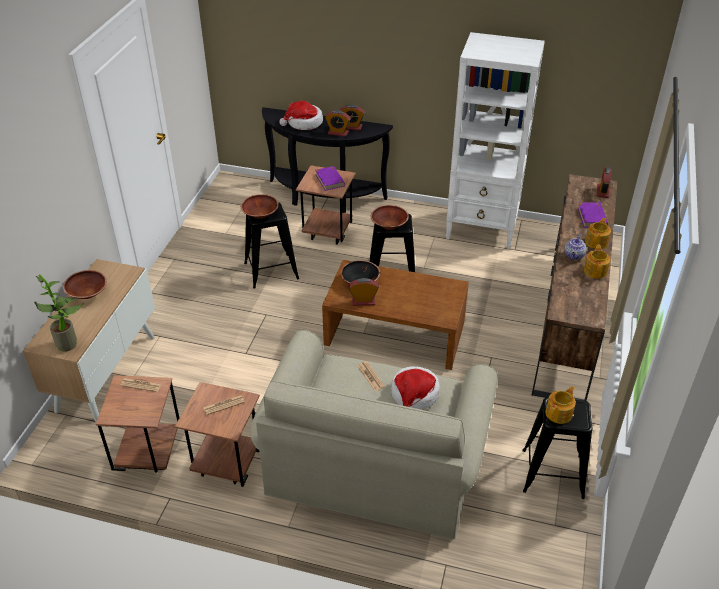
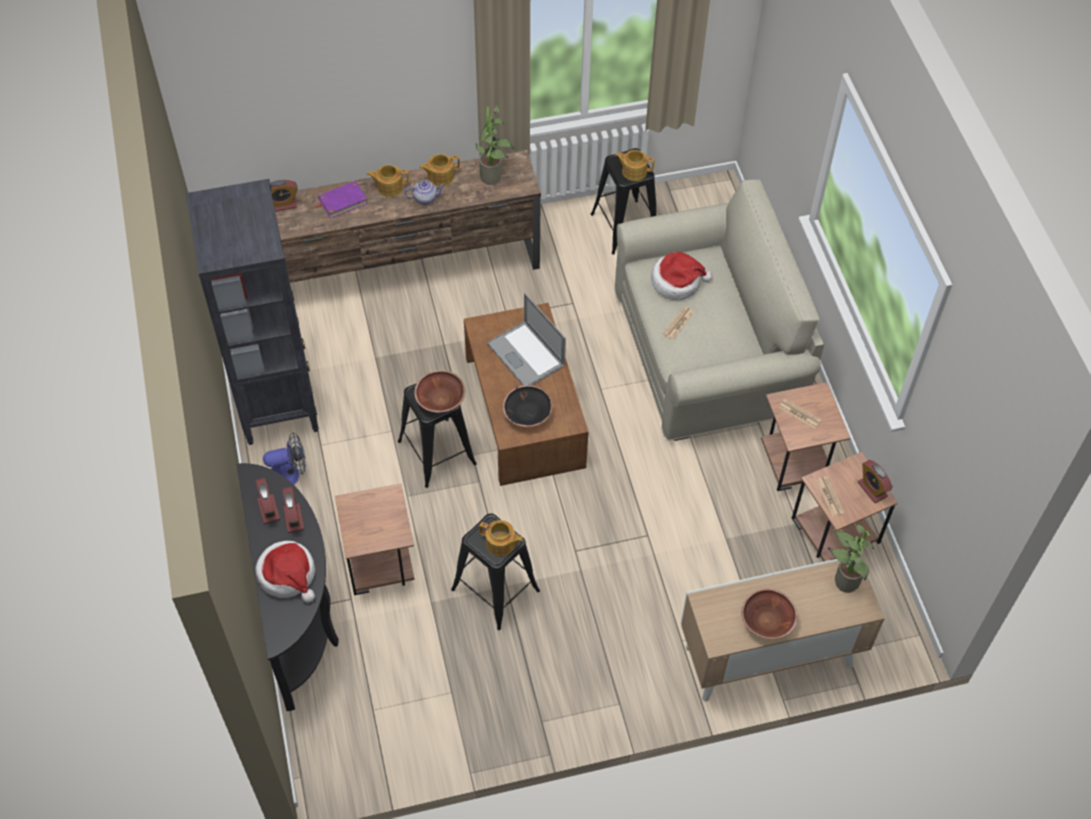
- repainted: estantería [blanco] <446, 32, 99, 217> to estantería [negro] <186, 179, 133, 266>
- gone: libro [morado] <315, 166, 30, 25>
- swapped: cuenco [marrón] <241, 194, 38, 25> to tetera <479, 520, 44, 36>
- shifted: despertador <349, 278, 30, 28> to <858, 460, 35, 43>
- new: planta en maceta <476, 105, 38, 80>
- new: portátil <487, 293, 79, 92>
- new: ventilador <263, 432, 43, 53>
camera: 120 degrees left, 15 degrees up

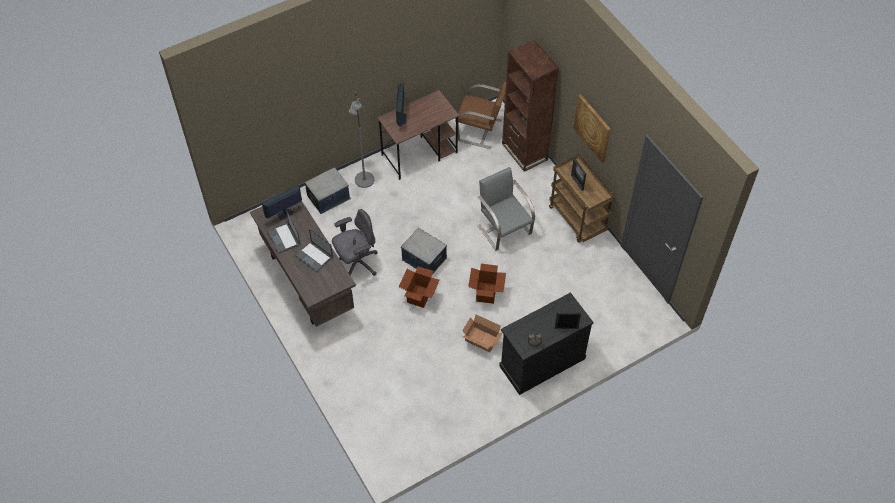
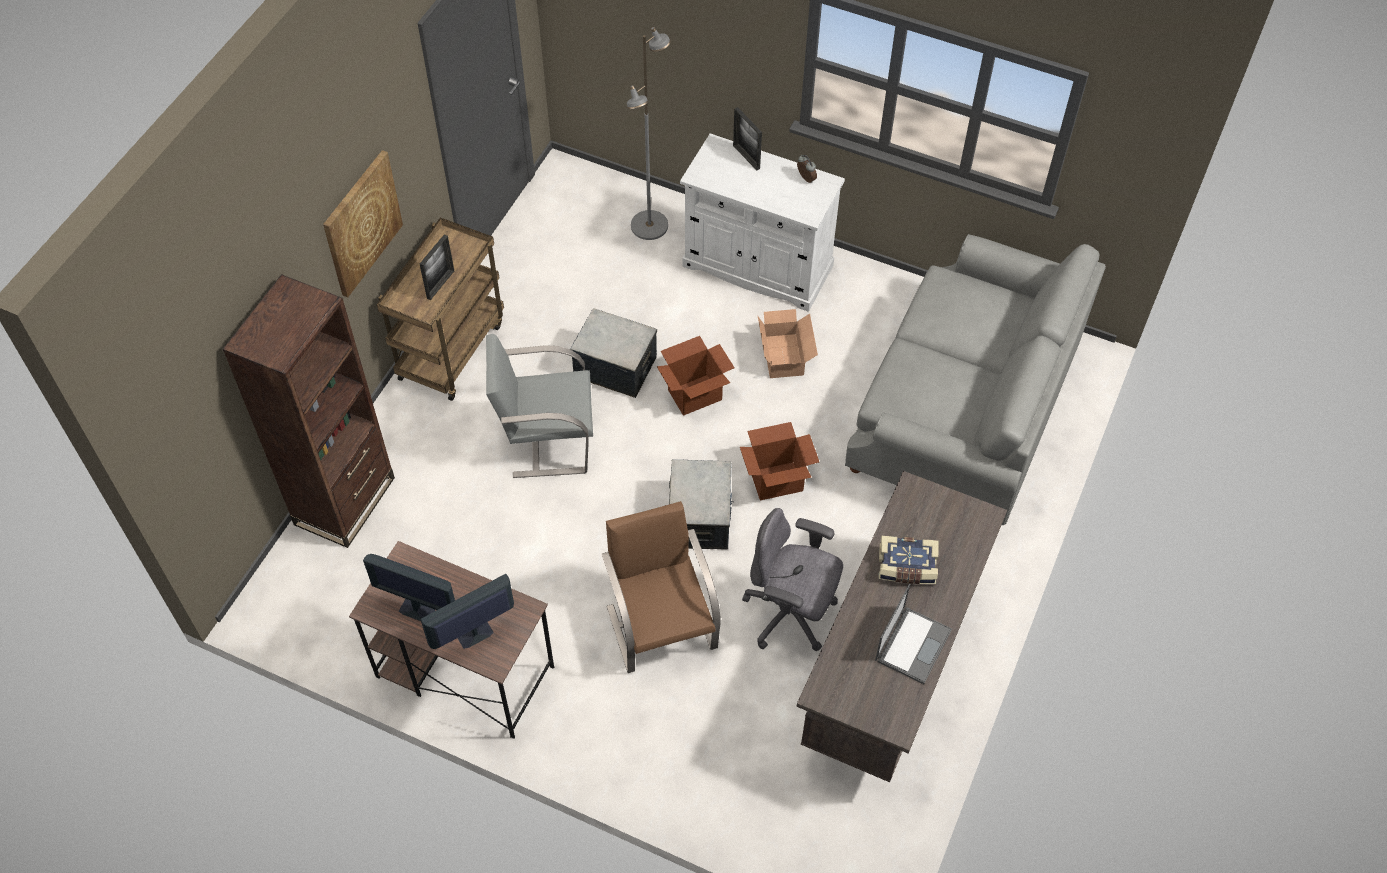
- shifted: silla [marrón] <455, 82, 51, 67> to <601, 501, 120, 172>
- shifted: lámpara de pie [gris] <349, 92, 25, 96> to <627, 27, 44, 213>
- shifted: caja de almacenaje <305, 167, 45, 47> to <570, 308, 87, 90>
- rotated: silla [gris] <477, 167, 58, 84> = <486, 334, 107, 144> 60 degrees clockwise
- shifted: monitor <262, 184, 40, 36> to <363, 554, 92, 67>
- swapped: portátil <295, 229, 38, 43> to libro <878, 536, 61, 48>
- repainted: armario [negro] <499, 292, 95, 103> to armario [blanco] <680, 133, 165, 179>
- new: sofá [gris] <845, 234, 261, 291>
camera: 125 degrees left, 0 degrees up

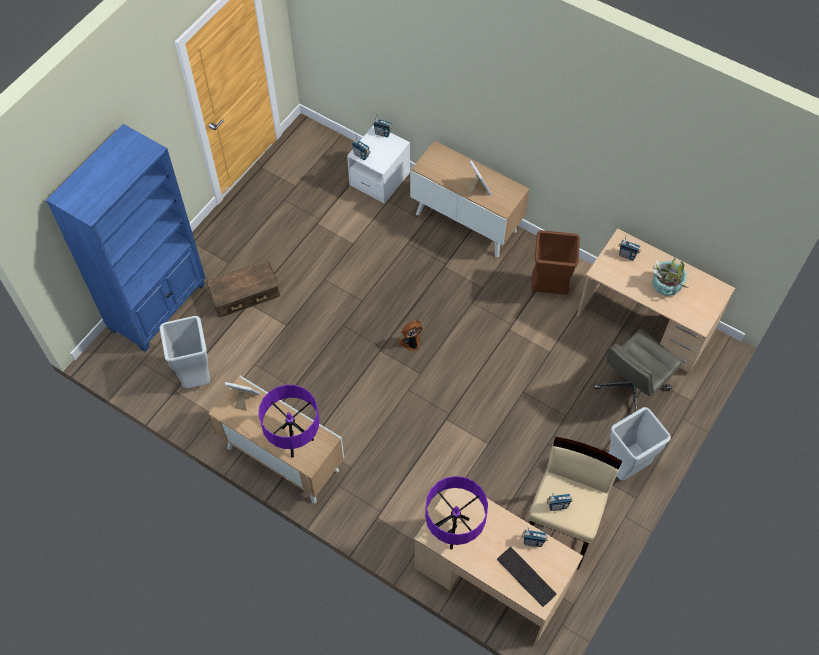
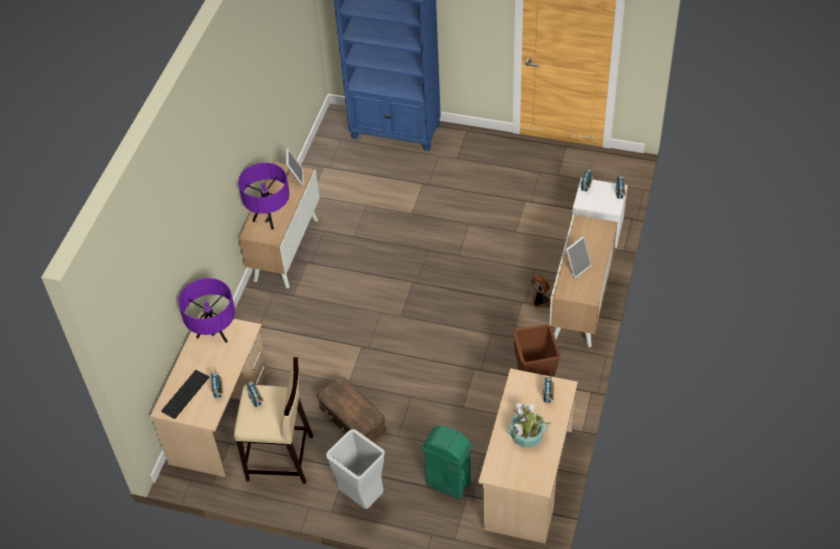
- shifted: caja de almacenaje [marrón] <206, 261, 74, 56> to <317, 377, 69, 64>
- gone: papelera [gris] <160, 316, 50, 73>
- shifted: ventilador <399, 321, 23, 31> to <531, 275, 20, 33>
- swapped: silla de oficina [gris] <594, 329, 88, 83> to papelera [verde] <422, 425, 50, 75>
camera: 75 degrees right, 10 degrees down

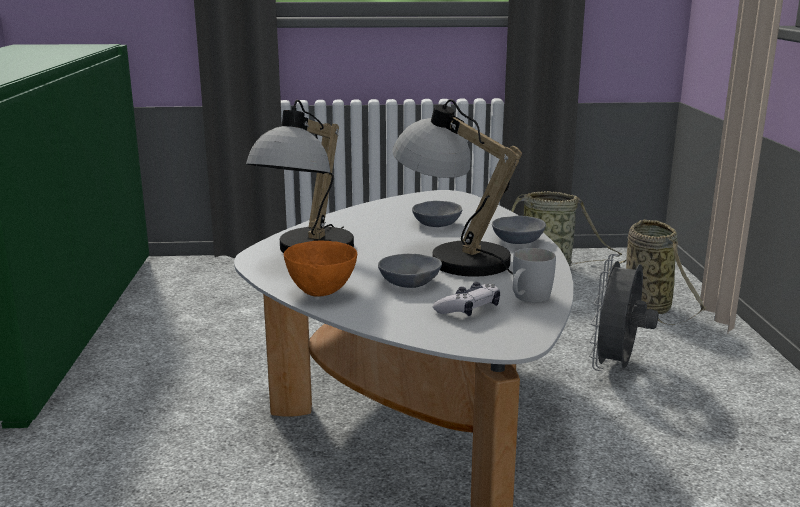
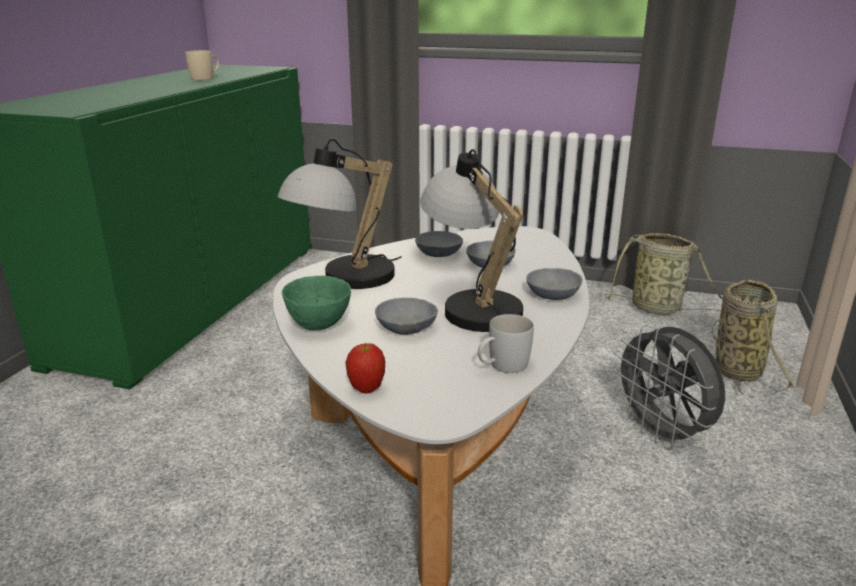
- repainted: cuenco [naranja] <284, 241, 73, 56> to cuenco [verde] <282, 276, 69, 54>
- rotated: ventilador [gris] <589, 254, 69, 117> = <612, 324, 113, 125> 75 degrees counterclockwise
- gone: mando de consola <433, 282, 67, 34>
- new: taza grande [beis] <185, 50, 34, 31>
- new: cuenco [gris] <415, 231, 48, 26>
- new: manzana <345, 343, 40, 50>
camera: 20 degrees right, 5 degrees up

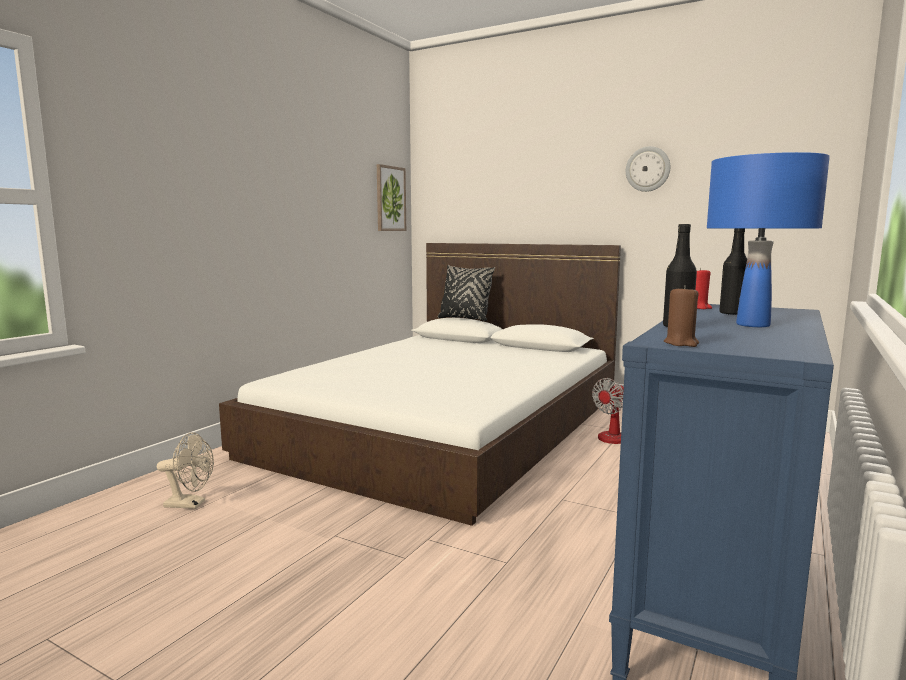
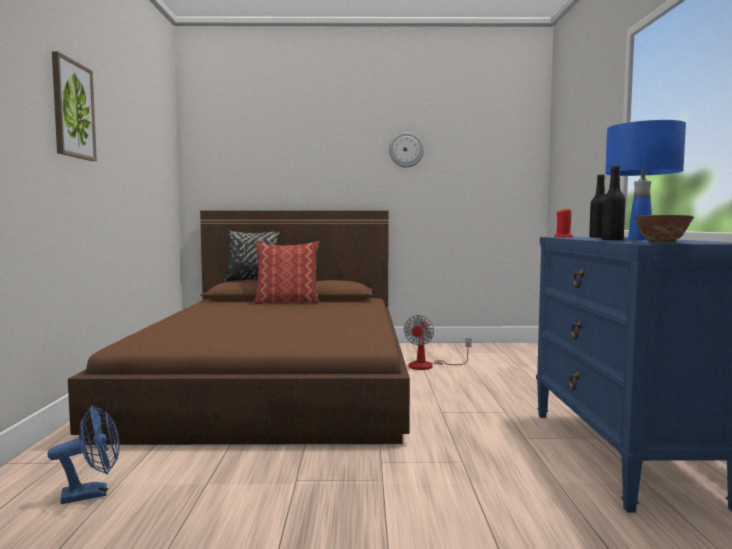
- shifted: cuadro <377, 164, 29, 67> to <52, 51, 45, 110>
- repainted: cama [blanco] <219, 243, 402, 283> to cama [marrón] <68, 210, 342, 235>
- swapped: vela [marrón] <664, 285, 35, 62> to cuenco <634, 215, 60, 28>
- repainted: ventilador [beis] <157, 432, 57, 77> to ventilador [azul] <47, 406, 73, 98>
- new: cojín <253, 241, 67, 64>
camera: 30 degrees left, 5 degrees down

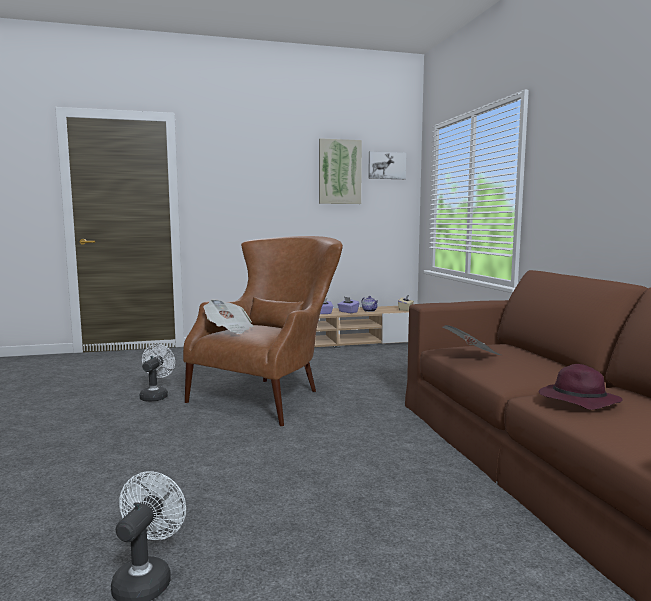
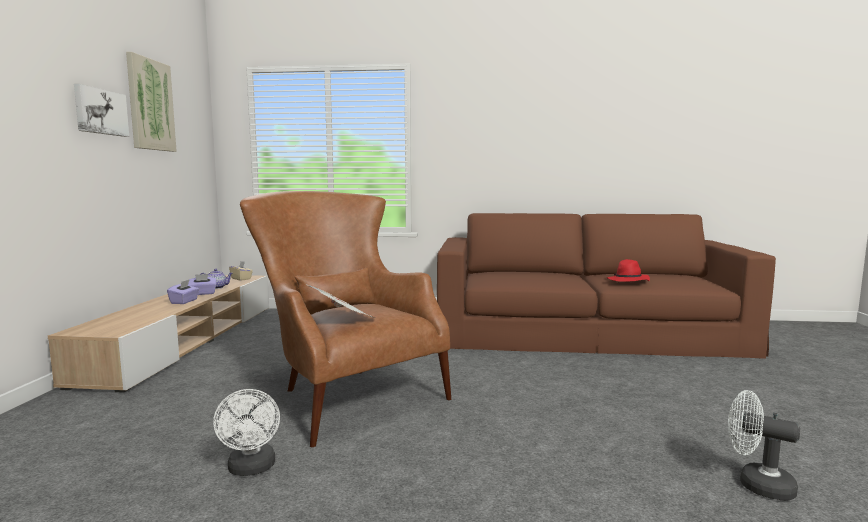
- shifted: cuadro <368, 151, 38, 28> to <74, 84, 55, 53>
- gone: periódico <443, 325, 58, 30>
- rotated: ventilador [blanco] <139, 344, 36, 57> = <213, 389, 67, 87> 135 degrees counterclockwise
- repainted: sombrero [morado] <539, 364, 84, 46> to sombrero [rojo] <607, 259, 43, 23>
camera: 70 degrees left, 0 degrees up

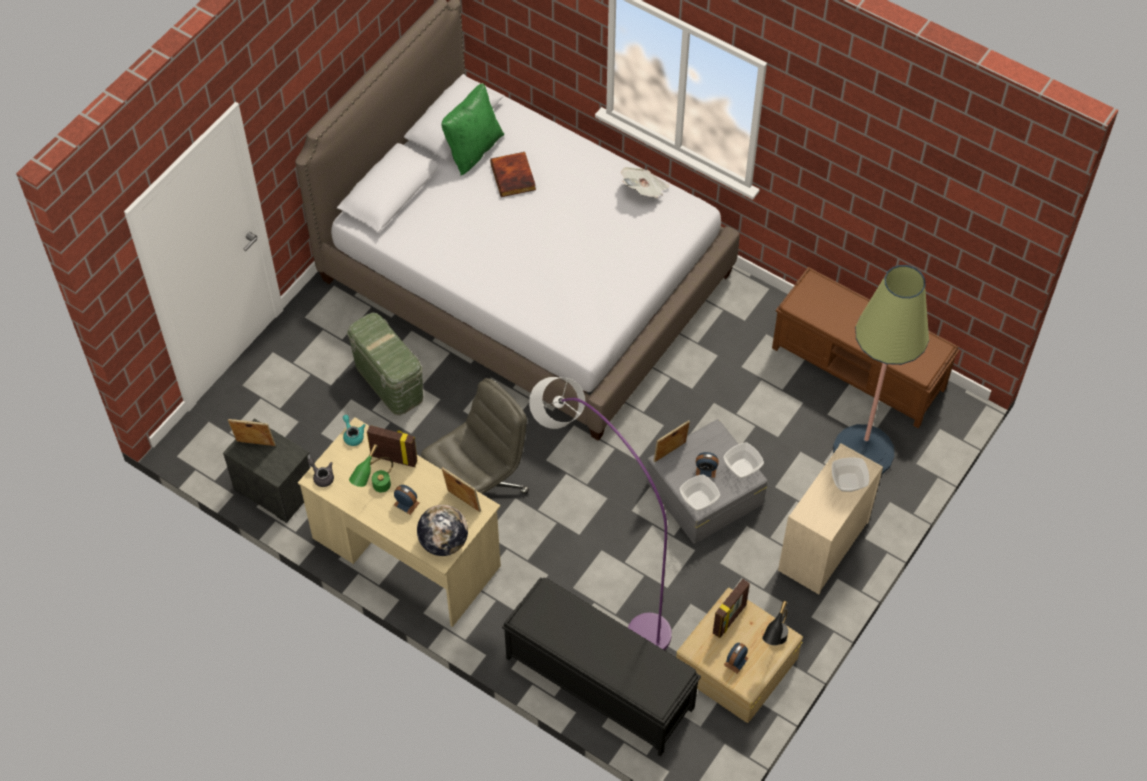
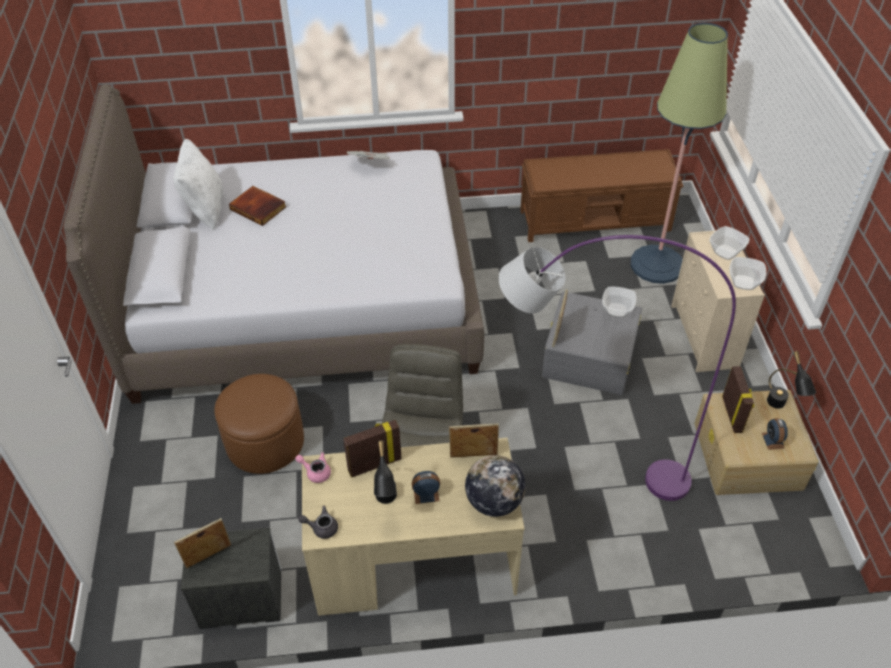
- repainted: cojín [verde] <441, 83, 63, 92> to cojín [blanco] <173, 139, 50, 91>
- swapped: caja de almacenaje [verde] <347, 312, 76, 103> to puf [marrón] <214, 374, 90, 100>
- repainted: tetera [turquesa] <343, 415, 22, 31> to tetera [rosa] <295, 452, 36, 31>
- repainted: lámpara de mesa [verde] <349, 444, 44, 48> to lámpara de mesa [negro] <374, 440, 23, 64>
- gone: despertador <696, 452, 23, 26>
- shifted: cuenco <679, 474, 41, 37> to <730, 257, 36, 33>
- gone: banco [negro] <502, 577, 199, 180>
camera: 40 degrees left, 10 degrees down

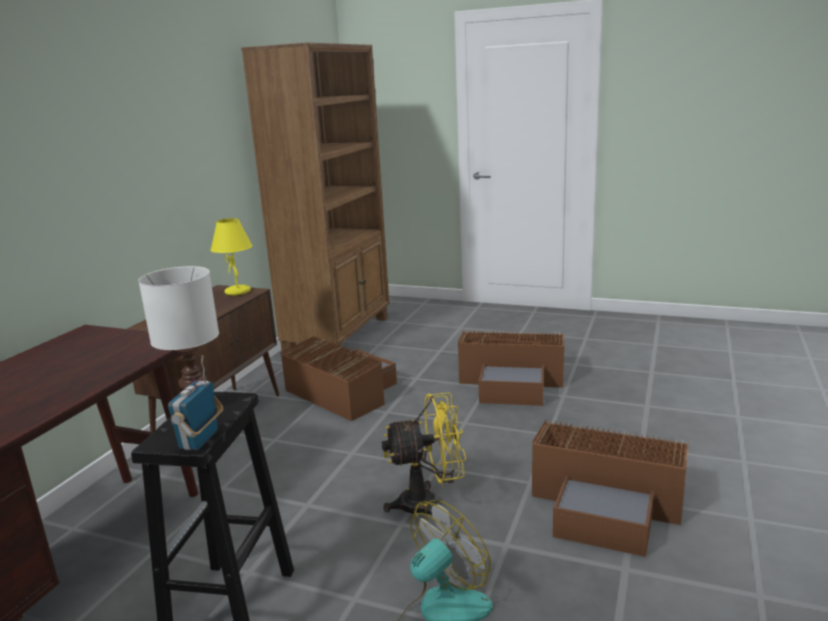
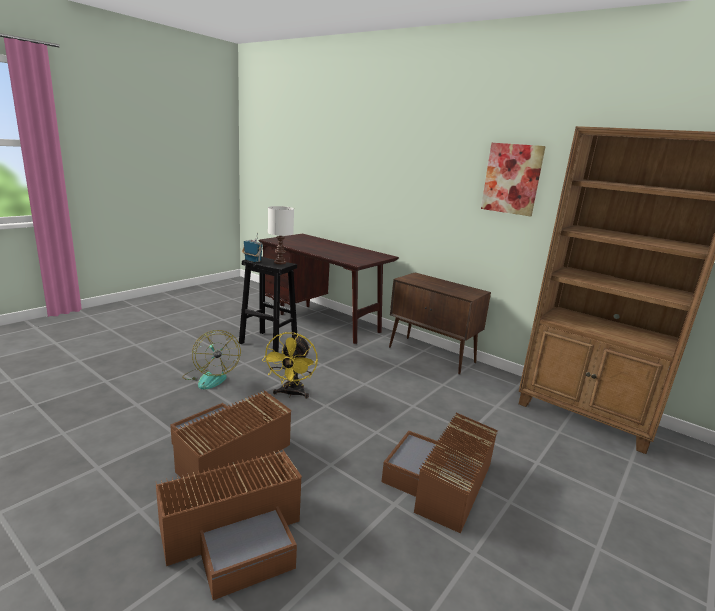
- gone: lámpara de mesa [amarillo] <210, 218, 42, 78>
- shifted: caja de almacenaje [marrón] <280, 336, 117, 85> to <156, 449, 146, 151>
- new: cuadro <481, 143, 65, 73>
camera: 105 degrees right, 0 degrees up

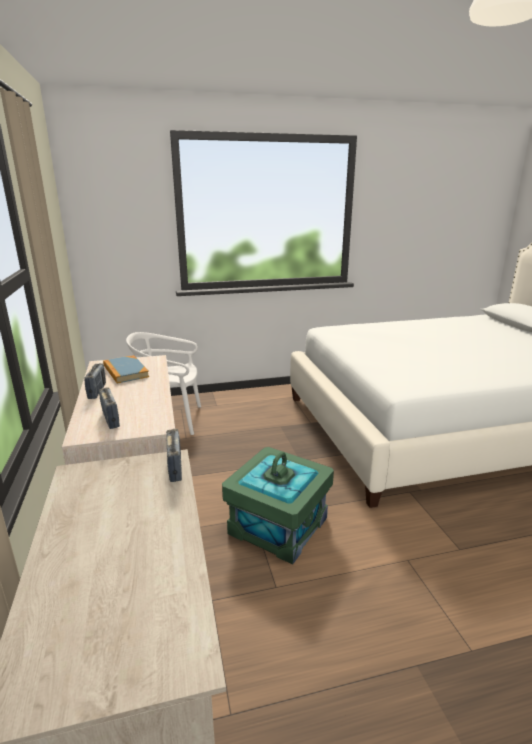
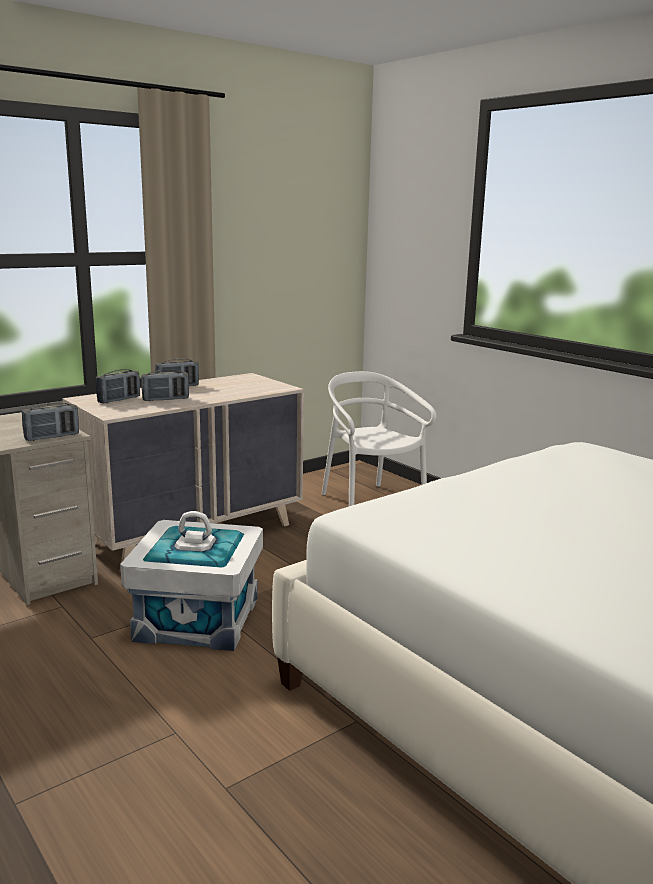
- gone: libro <103, 355, 46, 29>
- repainted: caja de almacenaje [verde] <222, 447, 112, 117> to caja de almacenaje [blanco] <120, 511, 143, 140>
- new: radio <141, 369, 48, 32>
camera: 65 degrees right, 5 degrees down

